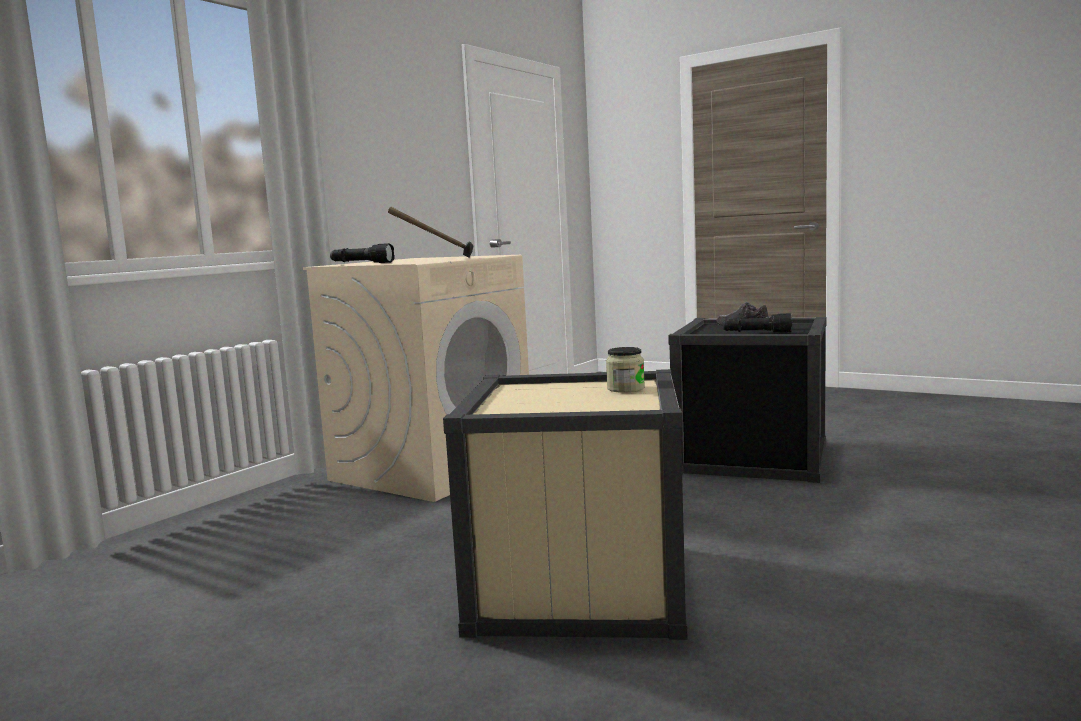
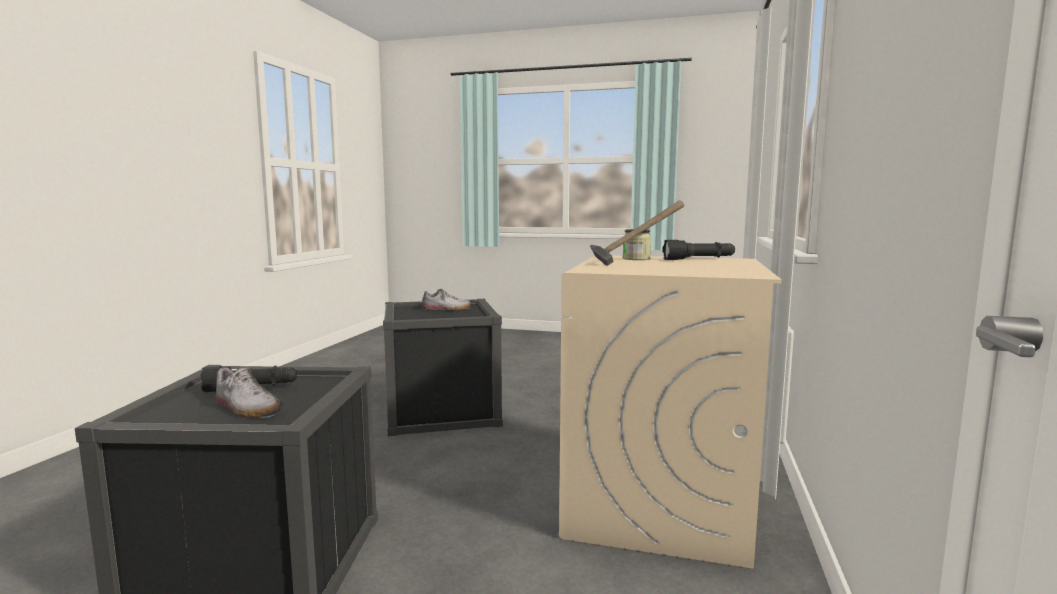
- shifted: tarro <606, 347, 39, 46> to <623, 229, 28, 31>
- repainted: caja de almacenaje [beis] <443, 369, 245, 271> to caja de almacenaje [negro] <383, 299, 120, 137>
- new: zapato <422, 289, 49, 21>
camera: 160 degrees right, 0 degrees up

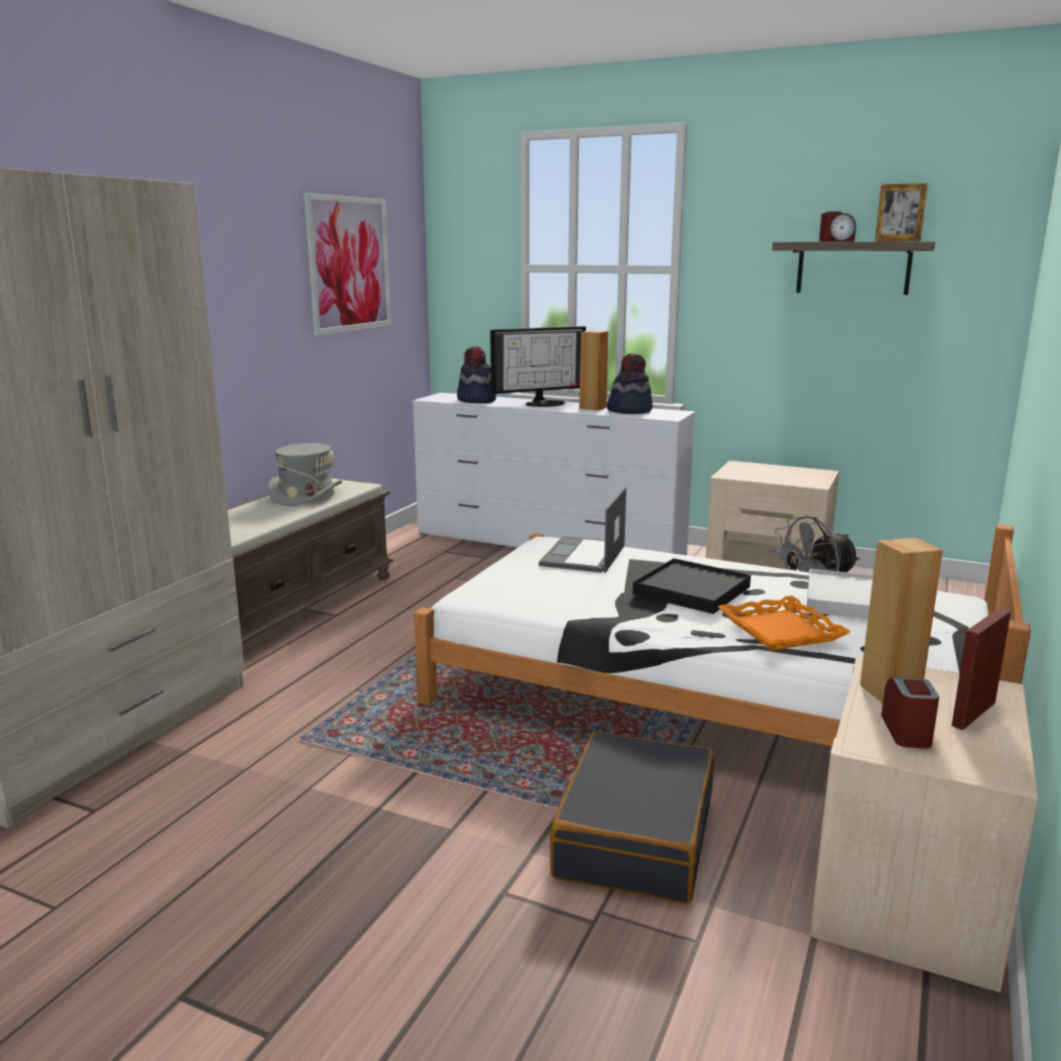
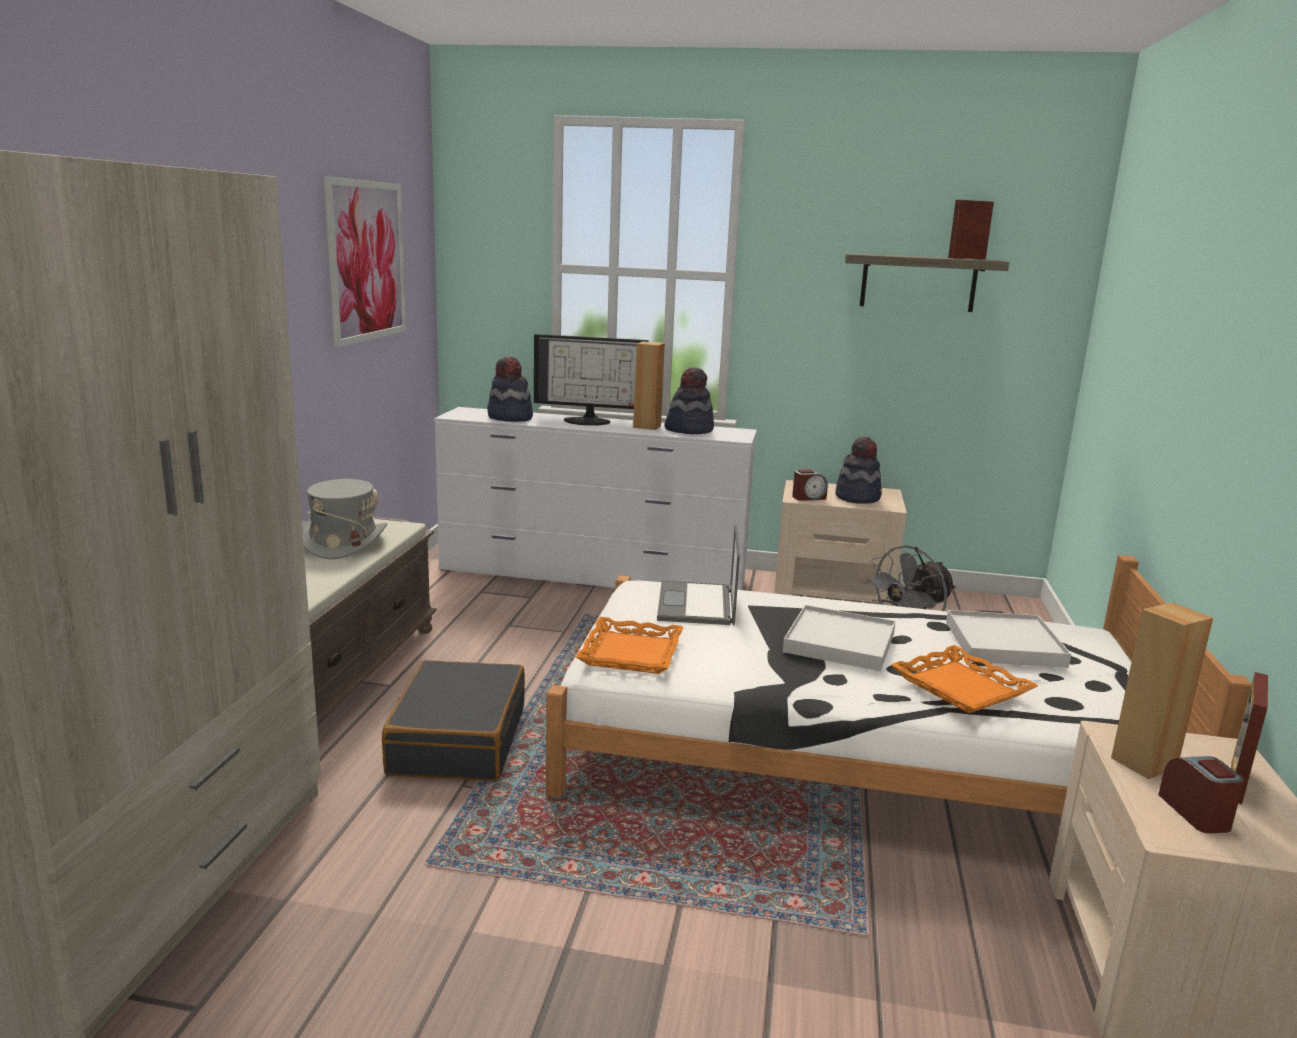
- rotated: portarretratos <875, 183, 53, 59> = <948, 200, 46, 59> 150 degrees clockwise
- shifted: despertador <819, 211, 37, 31> to <792, 469, 36, 32>
- rotated: monitor <490, 326, 96, 81> = <534, 334, 115, 92> 45 degrees clockwise
- repainted: bandeja [negro] <633, 558, 118, 56> to bandeja [blanco] <783, 605, 113, 66>
- shifted: maleta [negro] <550, 732, 164, 172> to <382, 660, 143, 121>
- new: sombrero <836, 436, 46, 68>
- new: bandeja [naranja] <576, 617, 108, 57>
camera: 15 degrees left, 0 degrees up

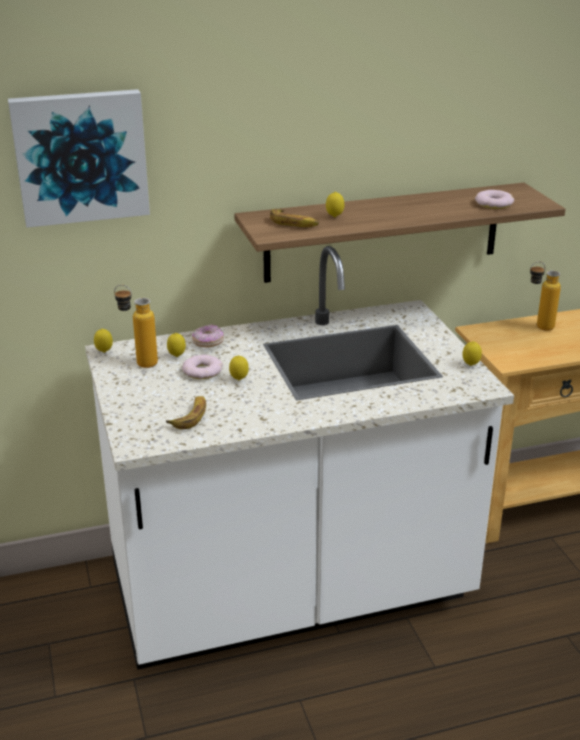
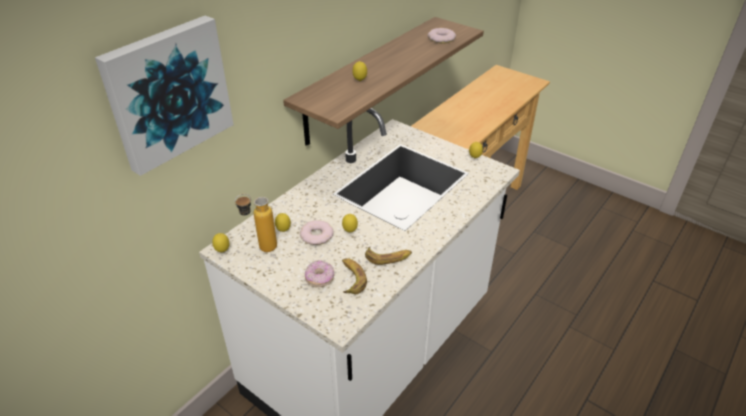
- shifted: plátano <270, 209, 49, 18> to <365, 247, 47, 18>
- gone: botella <530, 261, 31, 70>
- shifted: rosquilla <192, 324, 32, 23> to <305, 260, 30, 27>
camera: 35 degrees left, 10 degrees up

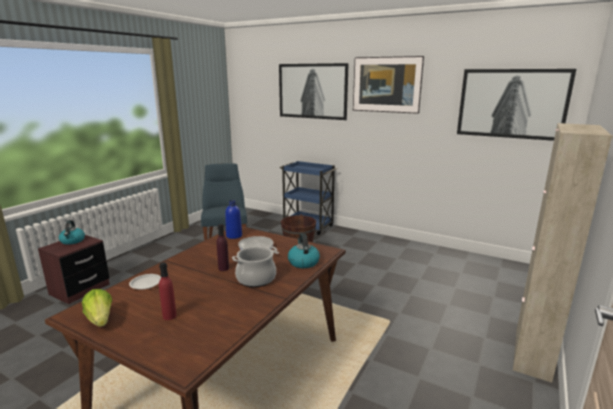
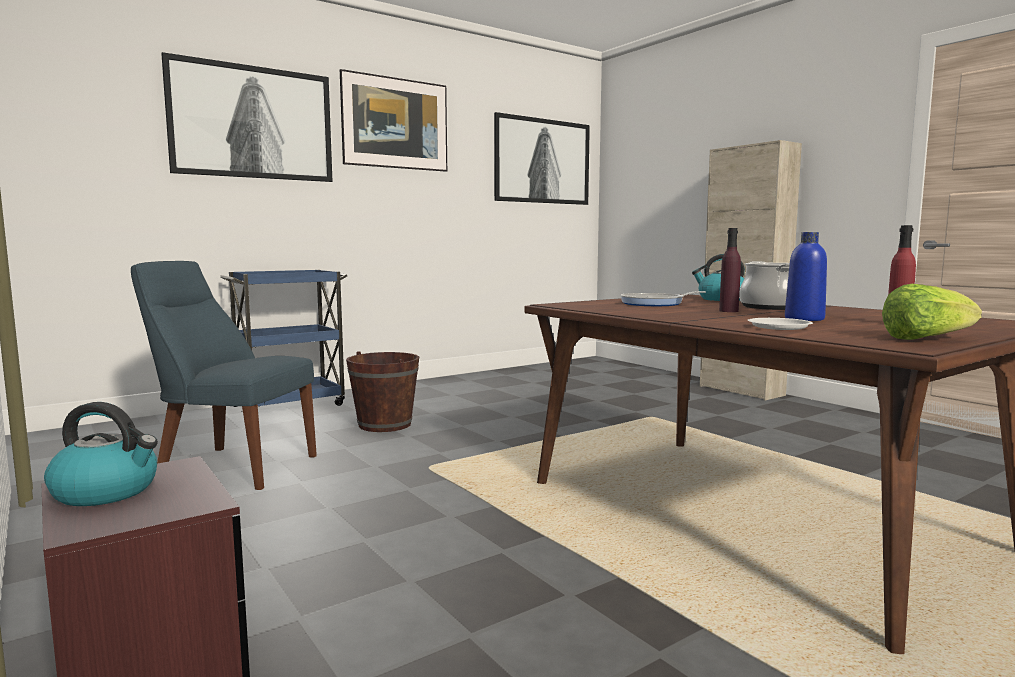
- shifted: botella [azul] <225, 200, 17, 39> to <785, 232, 42, 89>
camera: 65 degrees left, 10 degrees down

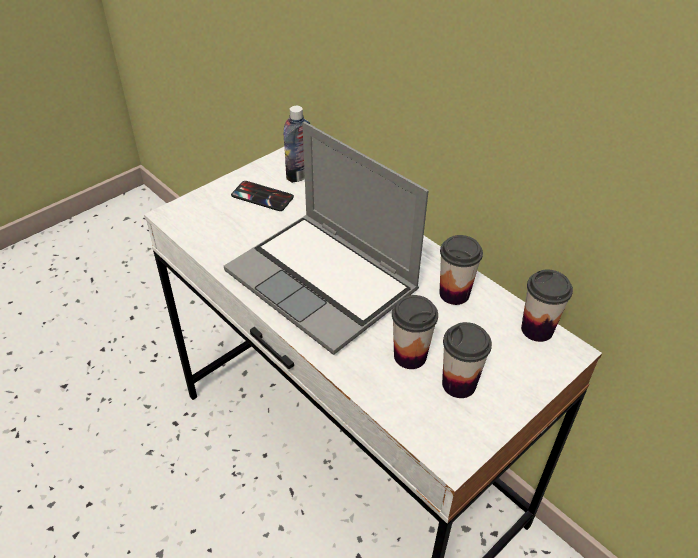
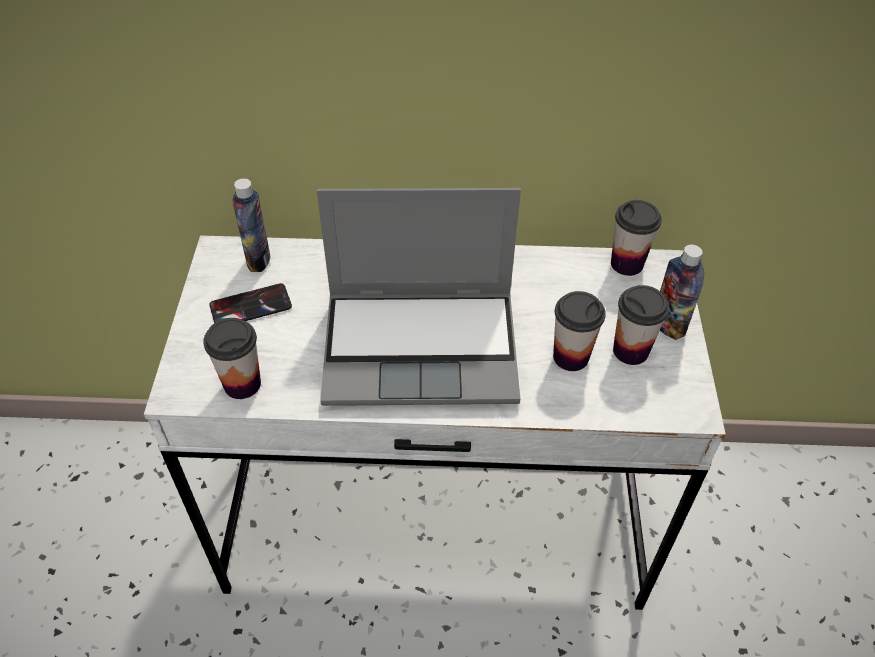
- shifted: taza <440, 235, 43, 70> to <203, 318, 58, 81>
- new: botella <660, 245, 44, 95>
camera: 45 degrees left, 5 degrees up

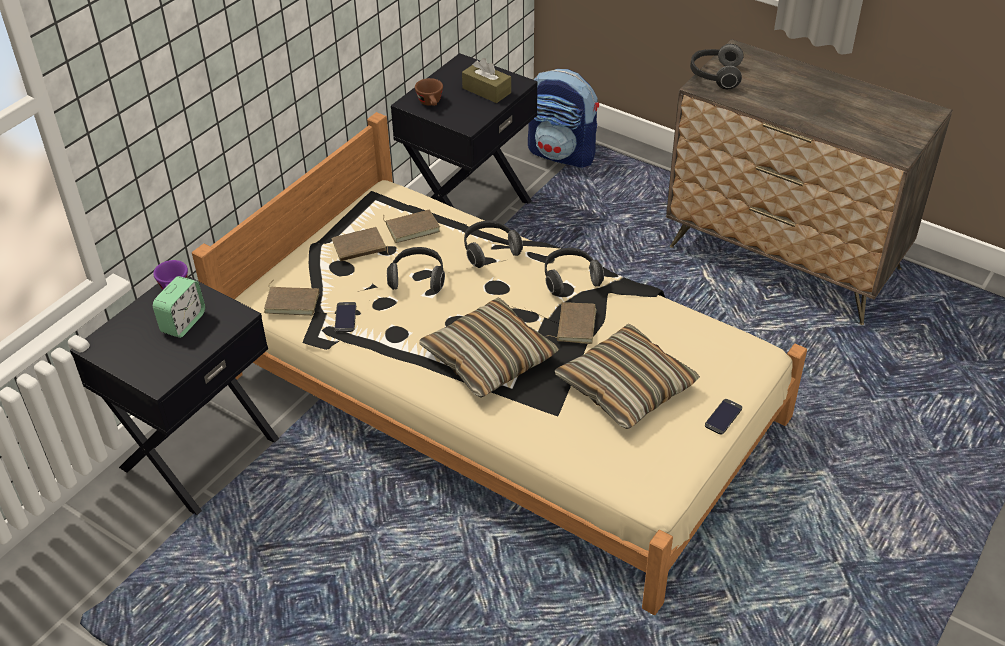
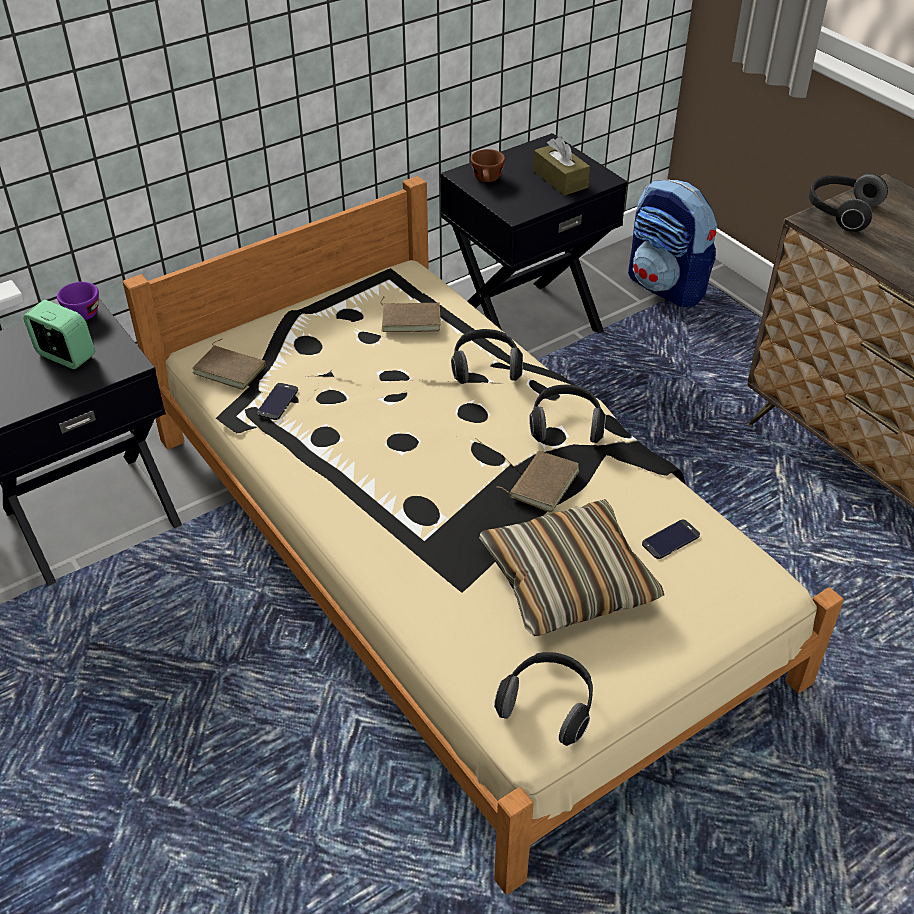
- gone: libro [marrón] <331, 227, 57, 34>
- shifted: auriculares <387, 247, 58, 46> to <494, 652, 99, 94>
- rotated: despertador <153, 276, 52, 62> = <23, 300, 72, 69> 105 degrees counterclockwise
- gone: cojín <419, 297, 140, 100>
- shifted: móvil <705, 399, 37, 35> to <642, 519, 58, 40>
camera: 20 degrees right, 0 degrees up

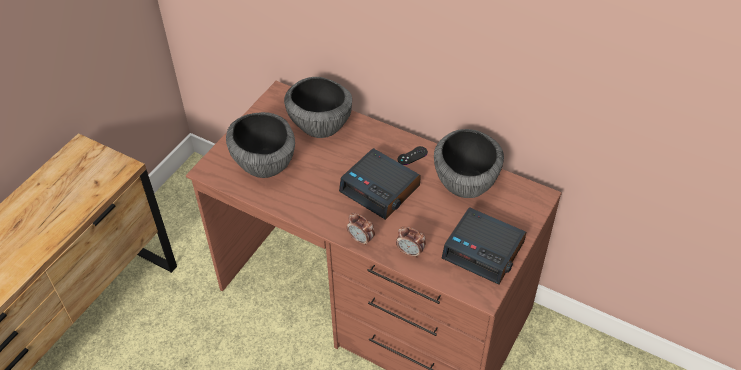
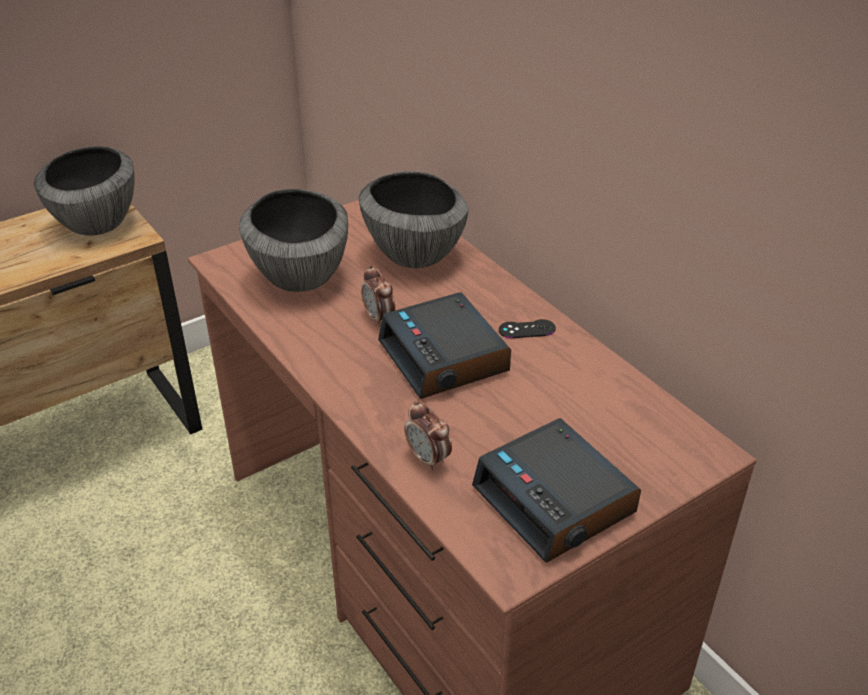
- shifted: cuenco <434, 129, 70, 69> to <34, 146, 100, 90>
- shifted: despertador <347, 213, 28, 33> to <361, 265, 34, 62>
camera: 25 degrees right, 10 degrees down

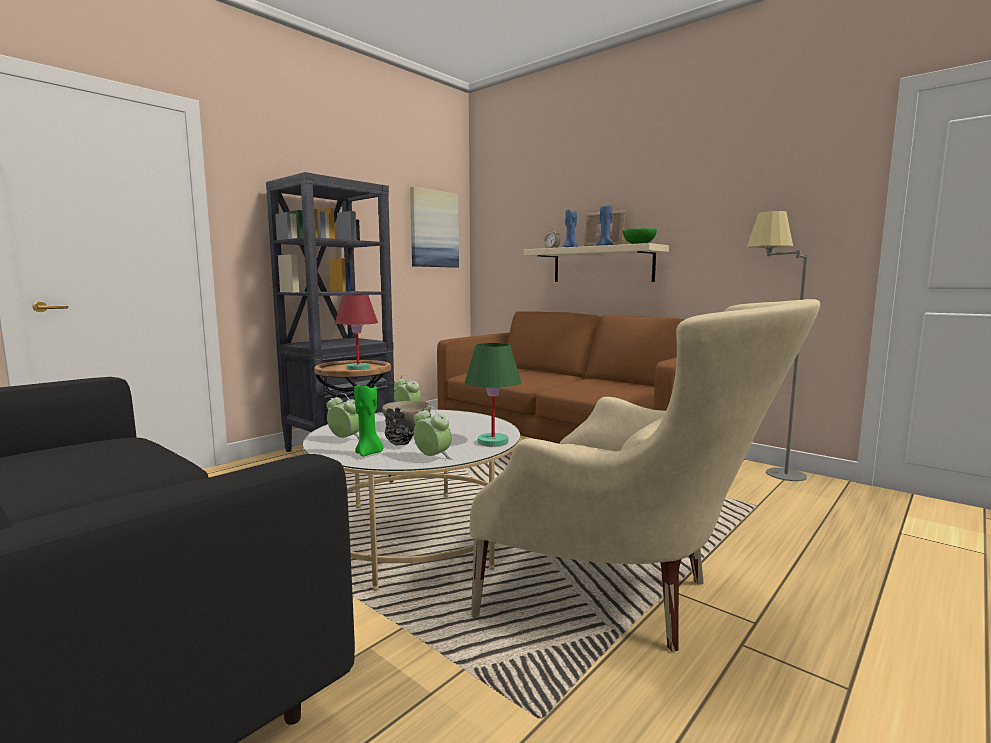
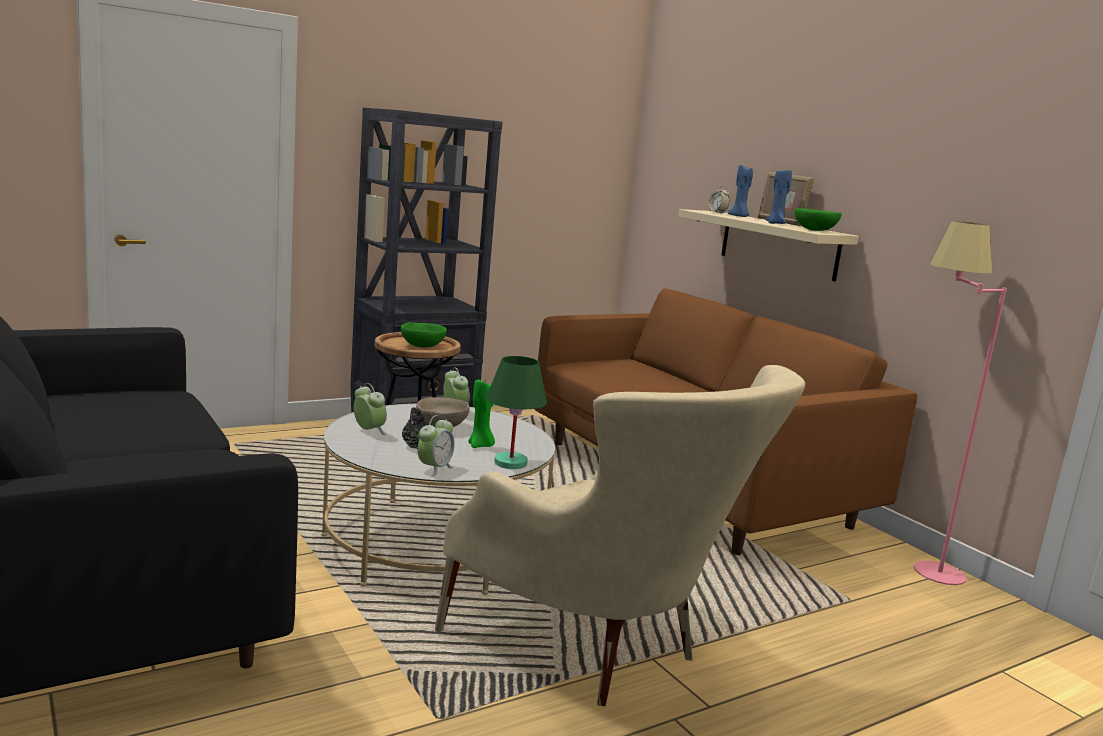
- gone: cuadro <410, 187, 49, 81>
- repainted: lámpara de pie [gris] <747, 211, 61, 270> to lámpara de pie [rosa] <914, 221, 93, 364>
- swapped: lámpara de mesa [rojo] <335, 295, 43, 75> to cuenco [verde] <401, 322, 46, 26>
- shifted: vela [verde] <354, 383, 29, 73> to <468, 377, 27, 71>
- rotated: despertador <413, 406, 40, 54> = <418, 415, 37, 62> 60 degrees clockwise
camera: 15 degrees right, 5 degrees up

